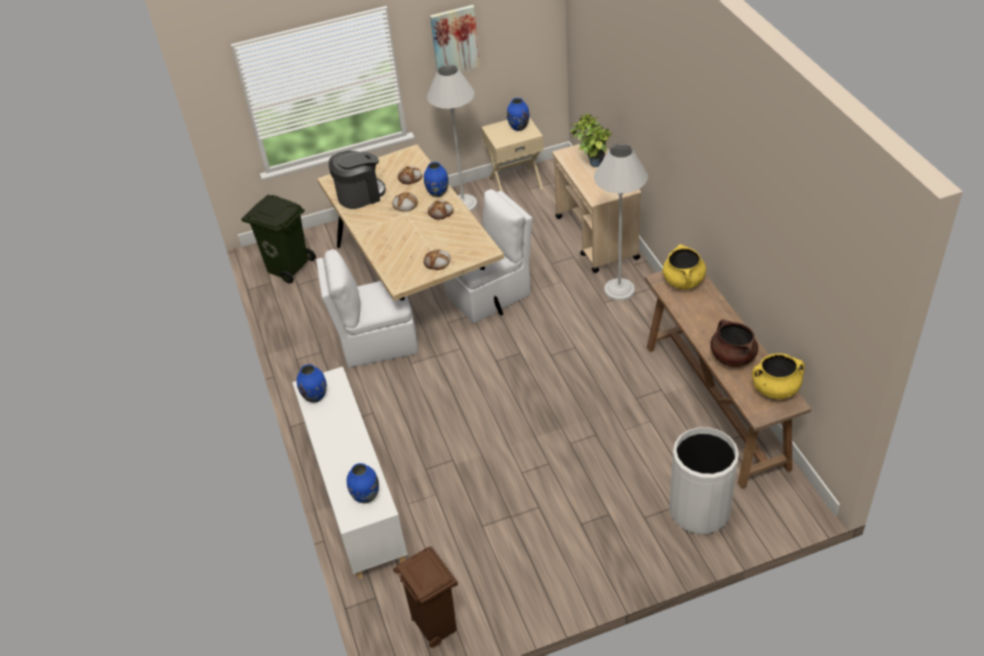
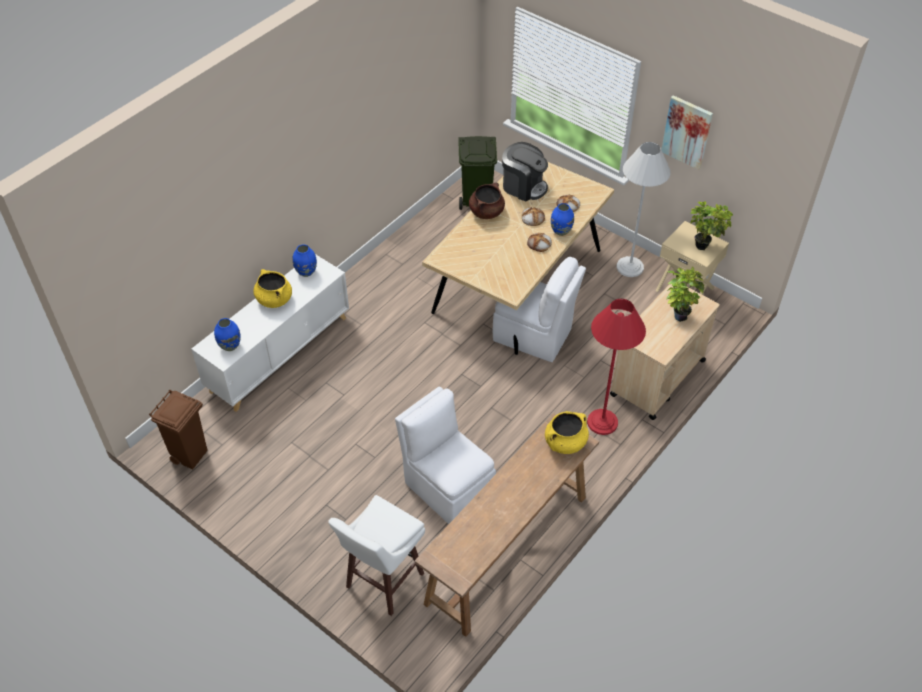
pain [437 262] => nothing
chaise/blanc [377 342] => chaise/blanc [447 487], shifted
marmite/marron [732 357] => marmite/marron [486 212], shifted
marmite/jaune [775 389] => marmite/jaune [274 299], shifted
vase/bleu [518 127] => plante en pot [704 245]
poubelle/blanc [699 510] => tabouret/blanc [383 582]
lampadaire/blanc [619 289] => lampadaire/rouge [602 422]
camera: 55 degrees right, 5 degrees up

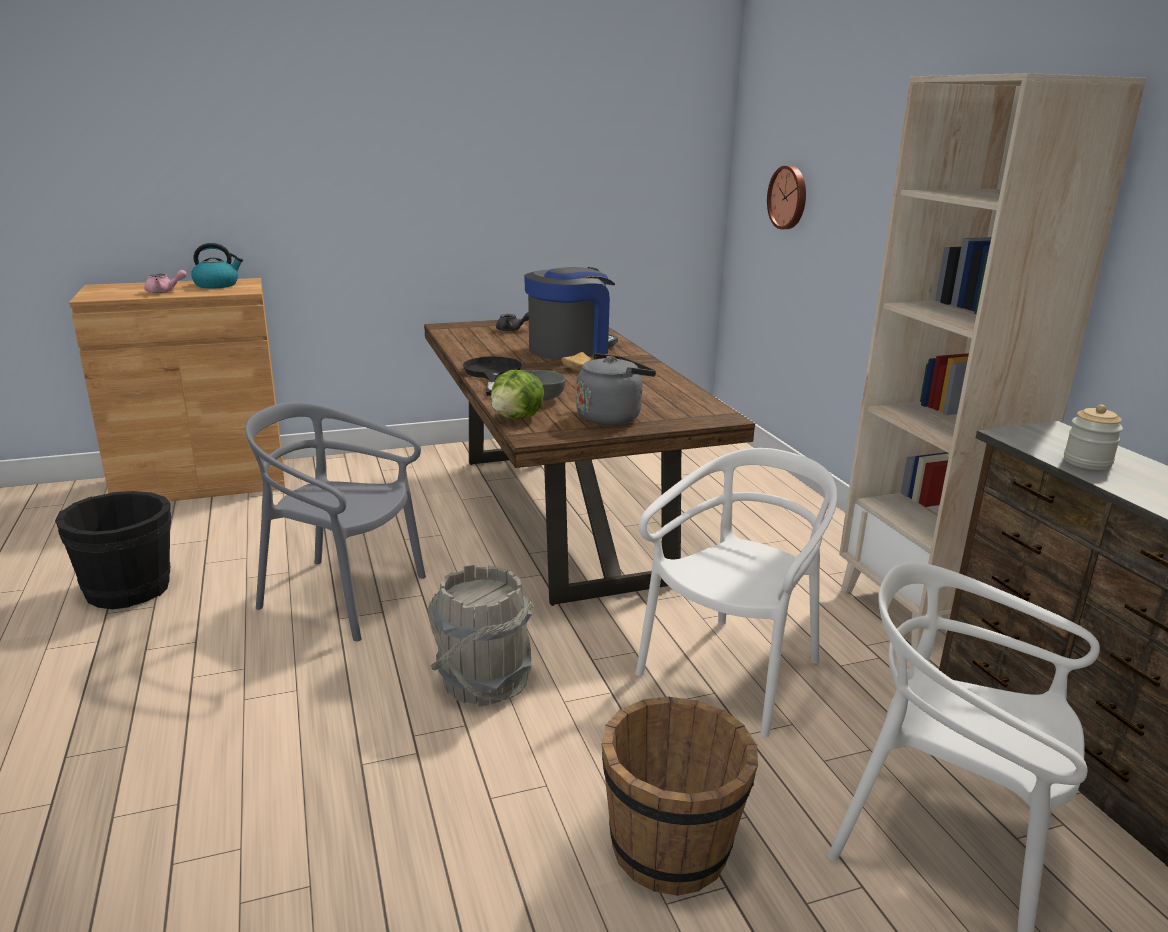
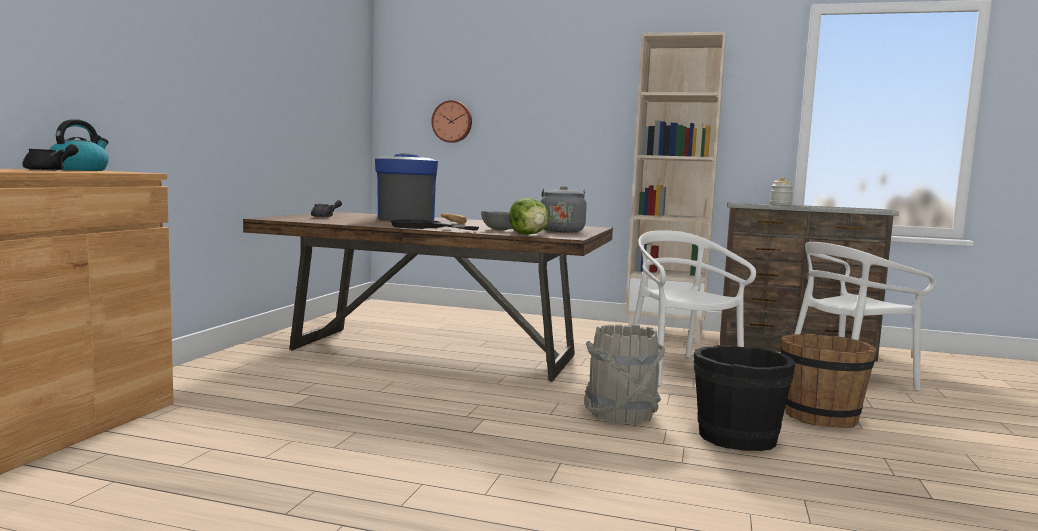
chaise/gris [342 596] => nothing
seau/noir [129 589] => seau/noir [736 438], shifted
théière/rose [164 291] => théière/noir [50 170]
camera: 55 degrees left, 15 degrees down

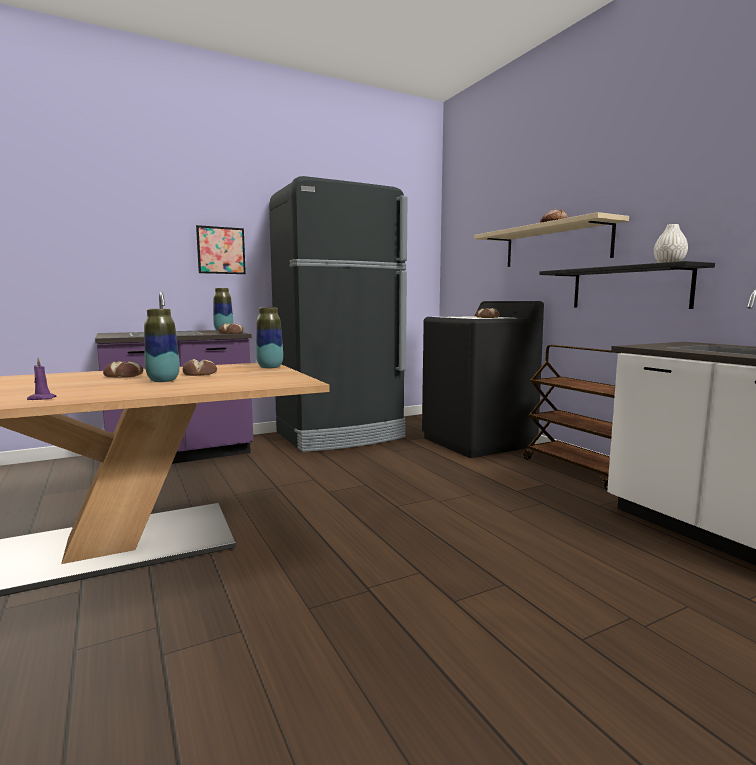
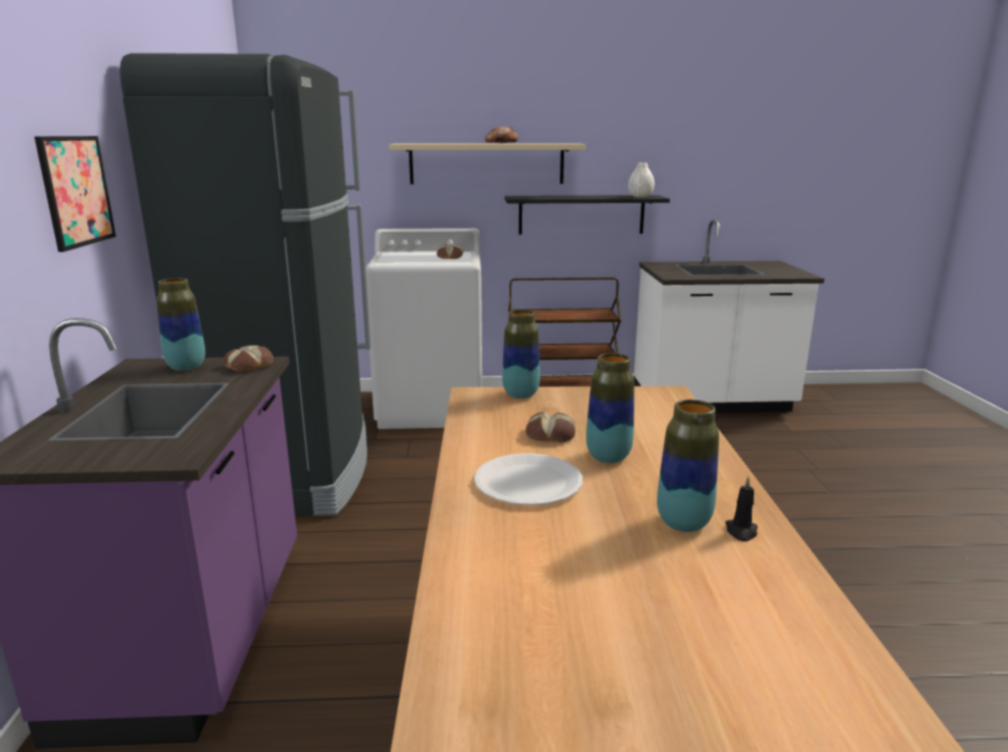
nothing => vase [683 523]
pain [124 375] => assiette/blanc [528 482]
bougie/violet [41 399] => bougie/noir [741 531]
lave-linge/noir [478 442] => lave-linge/blanc [432 408]
camera: 65 degrees left, 10 degrees up

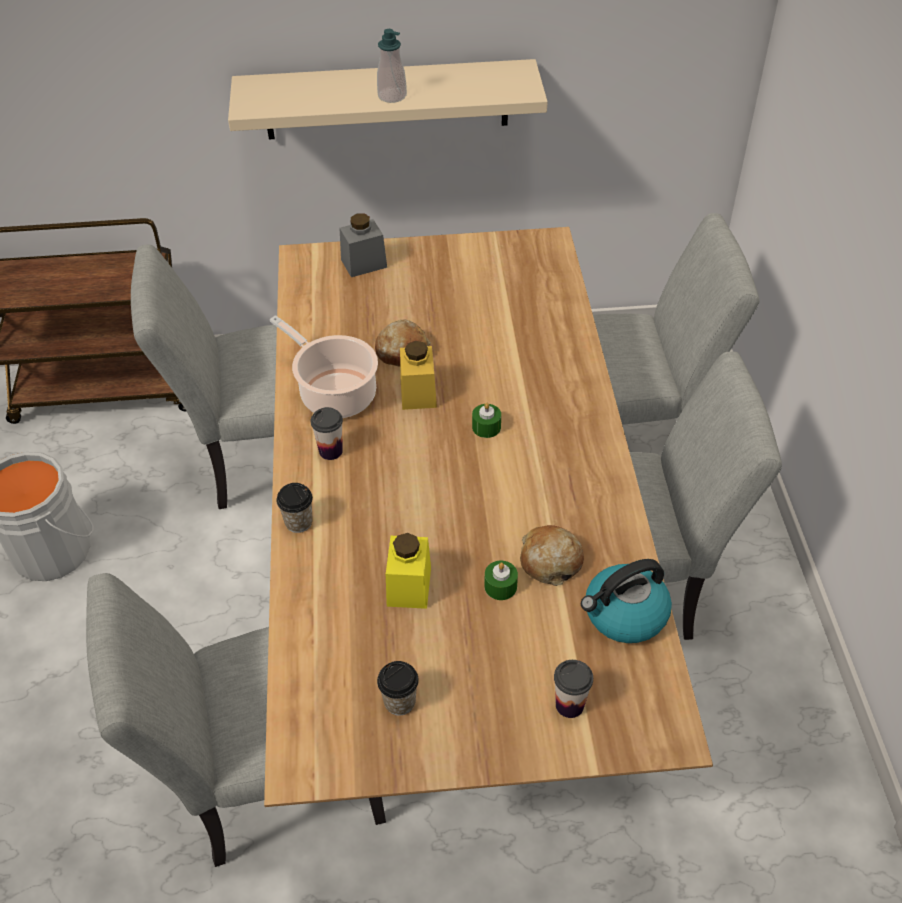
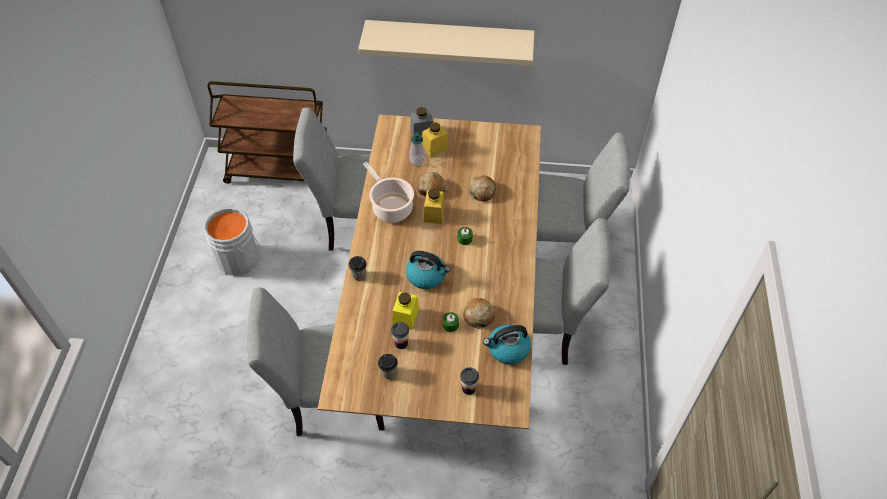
nothing => bouilloire [427 276]
nothing => bocal/jaune [435 148]
nothing => pain [482 191]
tasse [330 451] => tasse [401 343], shifted
distributeur de savon [392 96] => distributeur de savon [417 160], shifted
camera: 10 degrees right, 5 degrees up

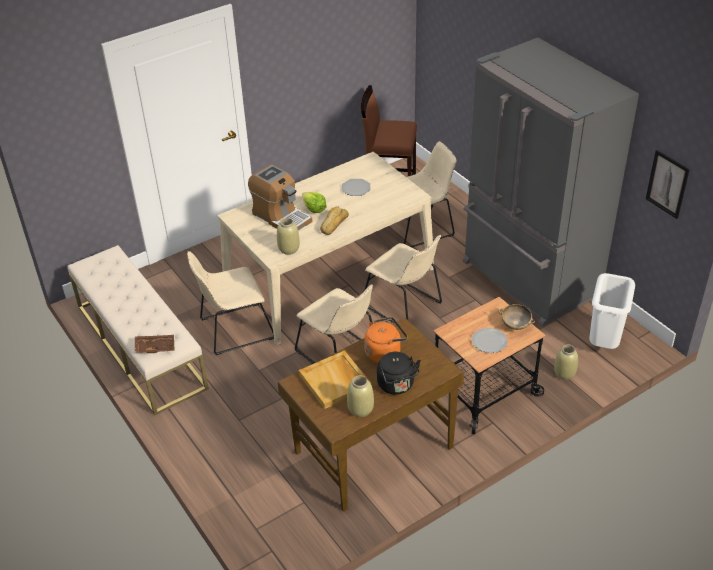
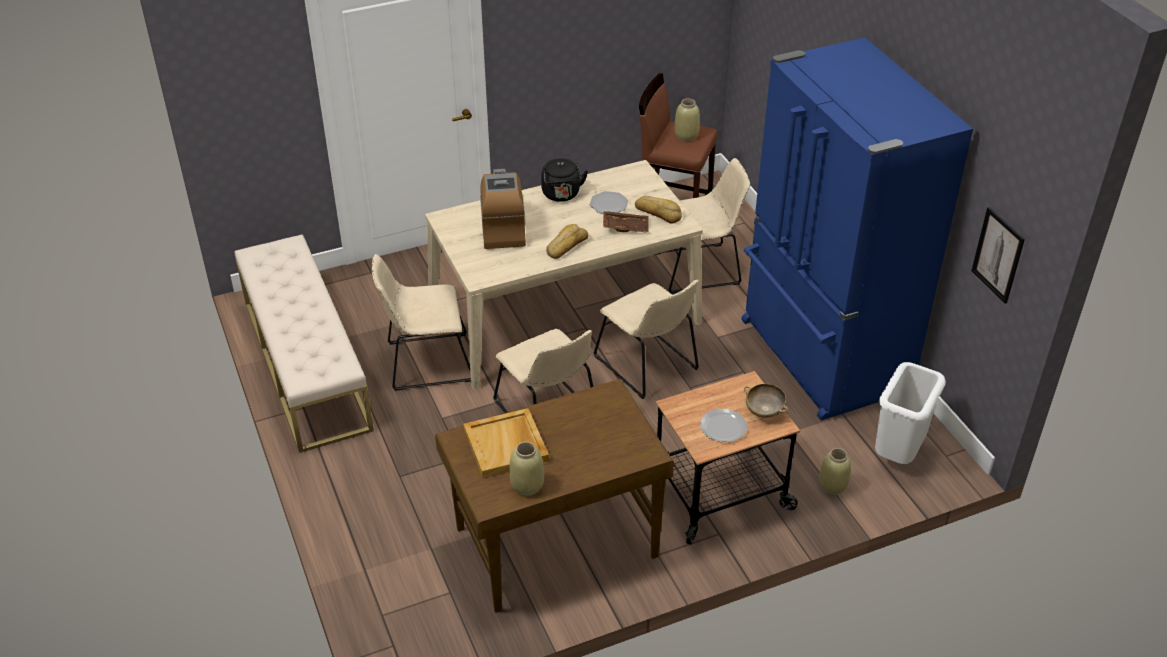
laitue [314 208] => nothing
bouilloire/orange [384 352] => nothing
nothing => pain [658 212]
plateau/marron [155 347] => plateau/marron [625 226], shifted
vase/beige [288 249] => vase/beige [686 135], shifted
bouilloire/noir [397 385] => bouilloire/noir [561 195], shifted
réfrigérateur/gris [528 280] => réfrigérateur/bleu [820 356]
machine à café [281 217] => machine à café [502 228], 150 degrees counterclockwise
camera: 10 degrees right, 0 degrees up

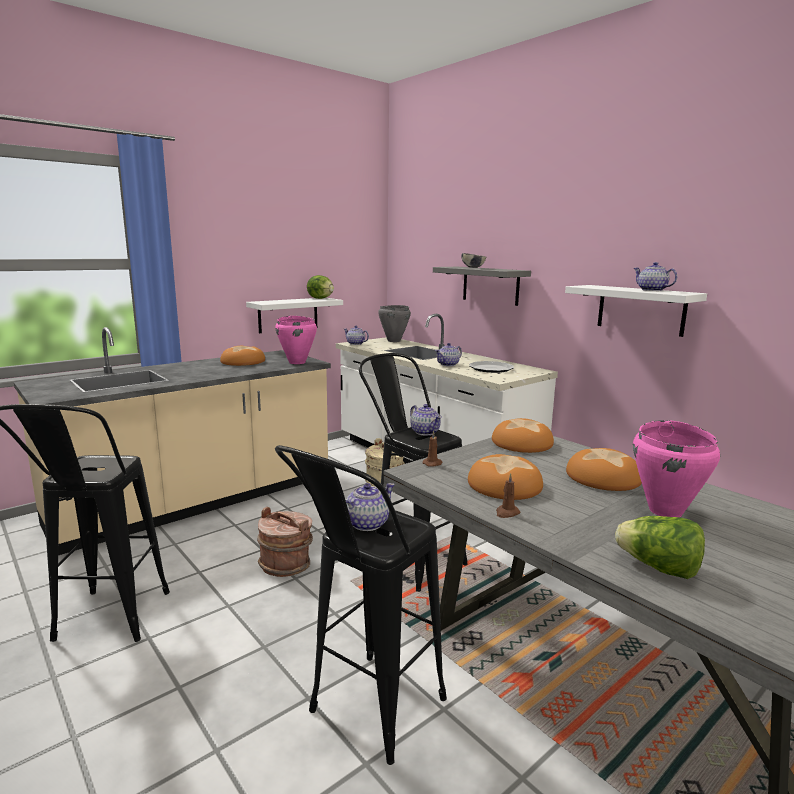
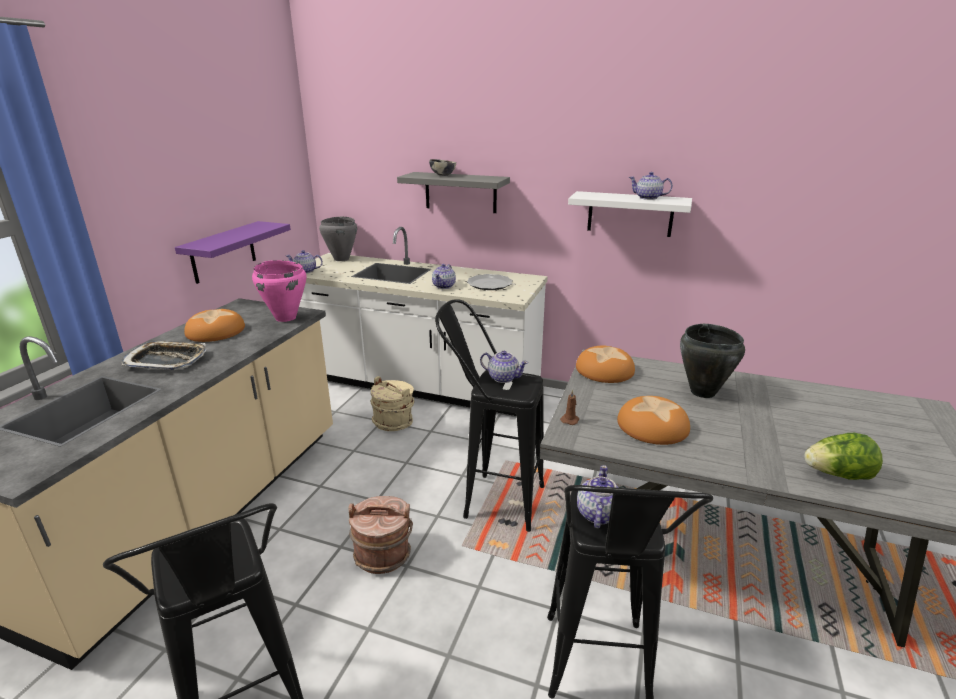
laitue [321 298] => nothing
bougie/marron [507 513] => nothing
marmite/rose [666 511] => nothing
nothing => plateau [167 360]
pain [602 477] => marmite/noir [702 392]
étagère/blanc [288 315] => étagère/violet [223 252]
camera: 30 degrees left, 10 degrees up

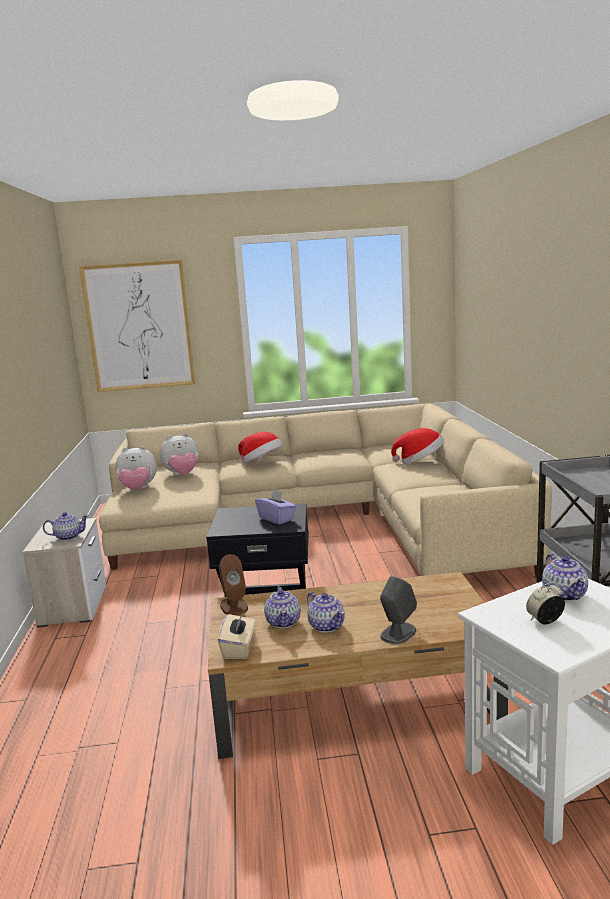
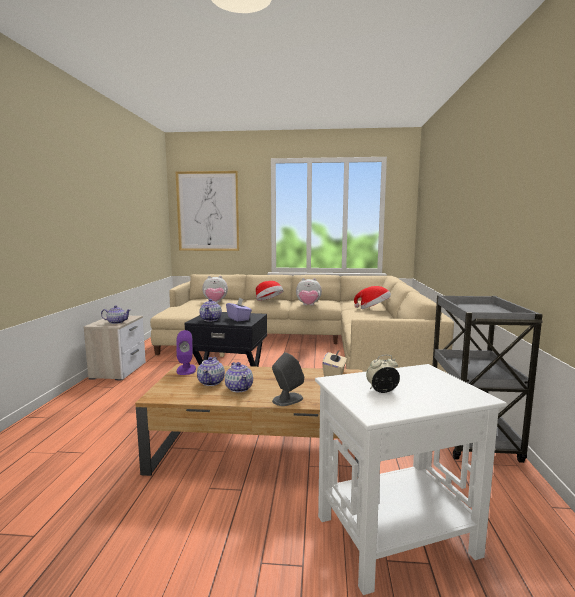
peluche [138 489] => peluche [308 305], shifted
boîte à mouchoirs/beige [239 649] => boîte à mouchoirs/beige [334 374], shifted
théière [564 594] => théière [211 319], shifted
enceinte/marron [233 606] => enceinte/violet [186 370]
camera: 10 degrees right, 5 degrees down

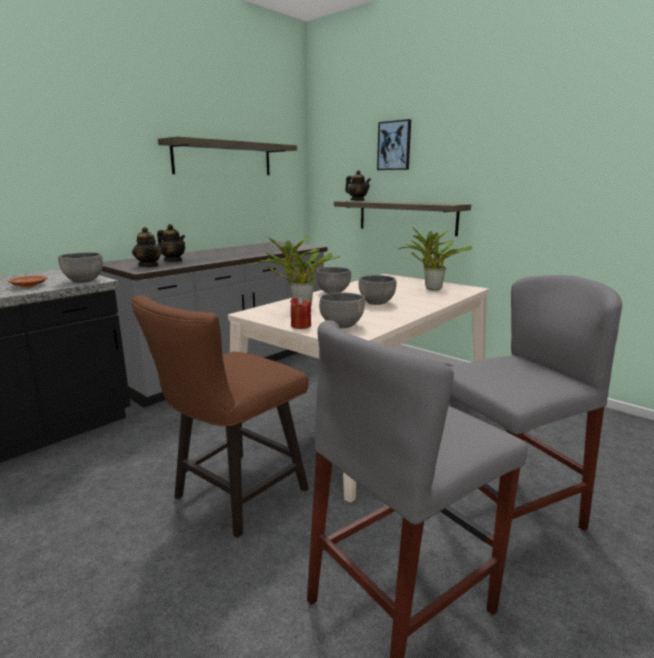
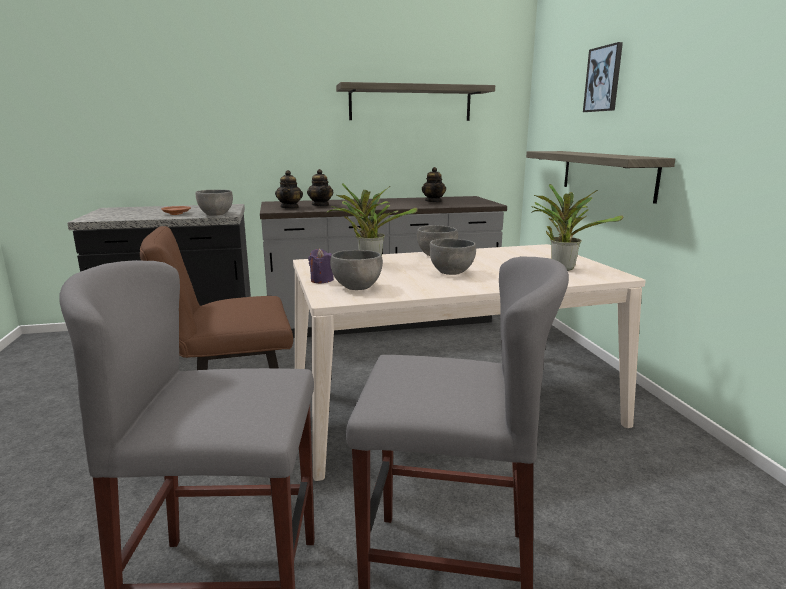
théière [357 200] => théière [433 201], shifted
bougie/rouge [301 326] => bougie/violet [321 280]
camera: 35 degrees right, 0 degrees up

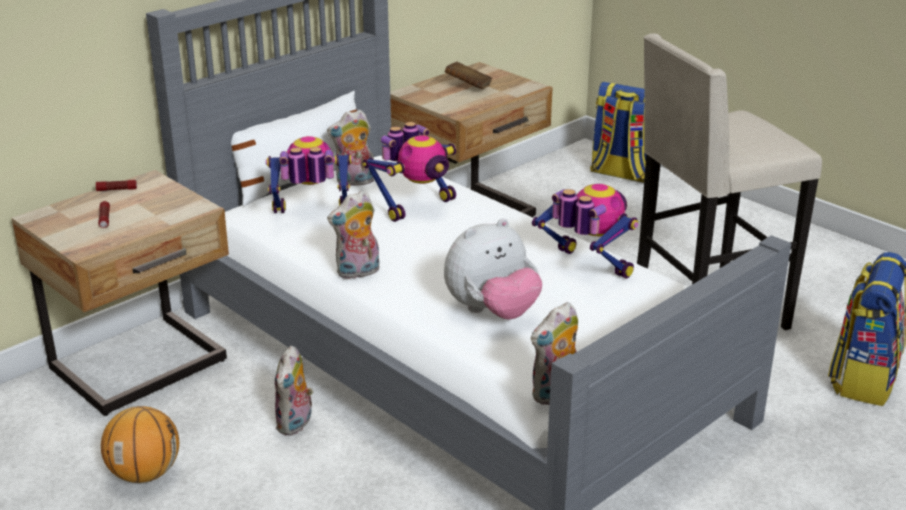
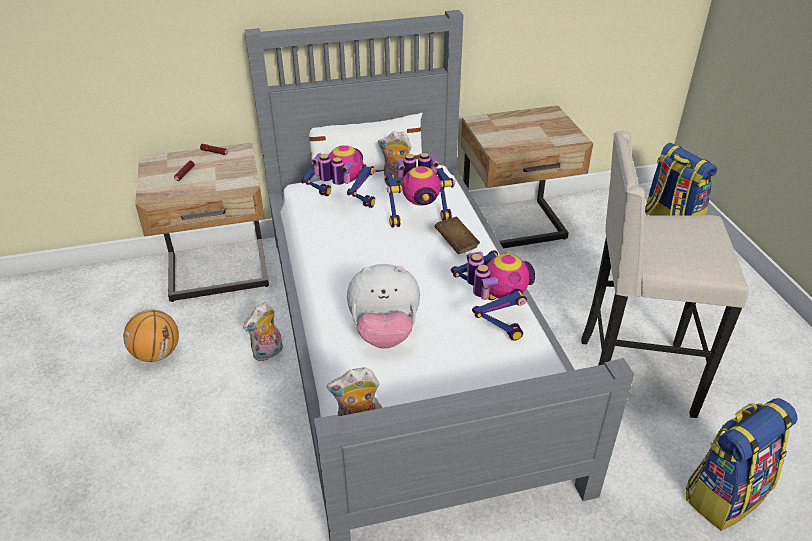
peluche [358 273] => nothing
livre/marron [468 86] => livre/marron [456 244], shifted
camera: 30 degrees right, 10 degrees up

